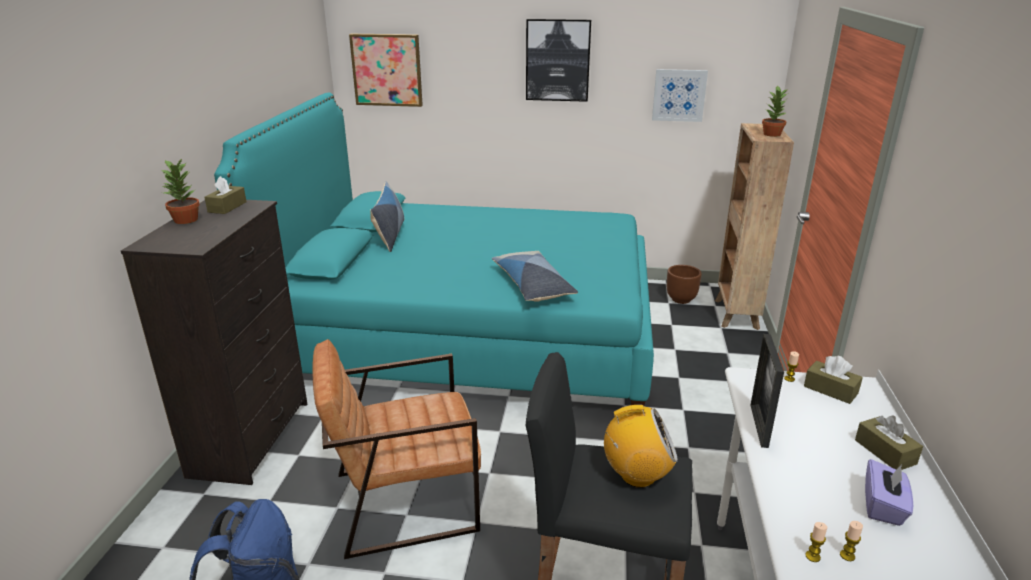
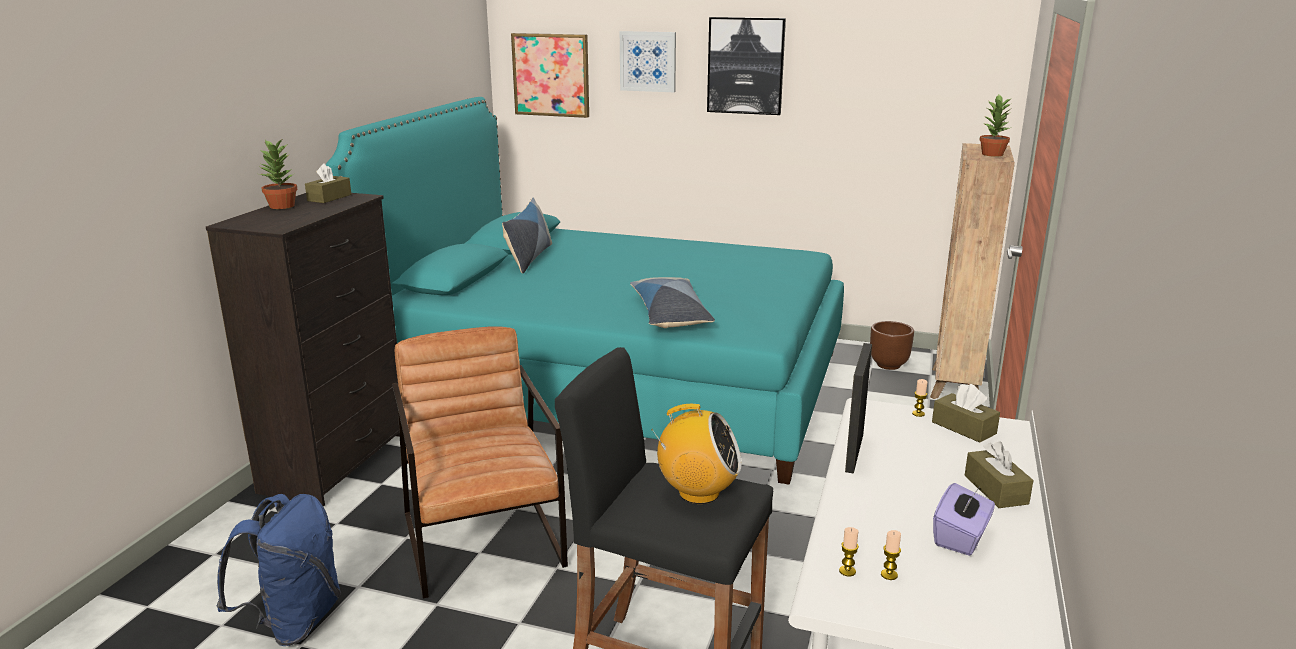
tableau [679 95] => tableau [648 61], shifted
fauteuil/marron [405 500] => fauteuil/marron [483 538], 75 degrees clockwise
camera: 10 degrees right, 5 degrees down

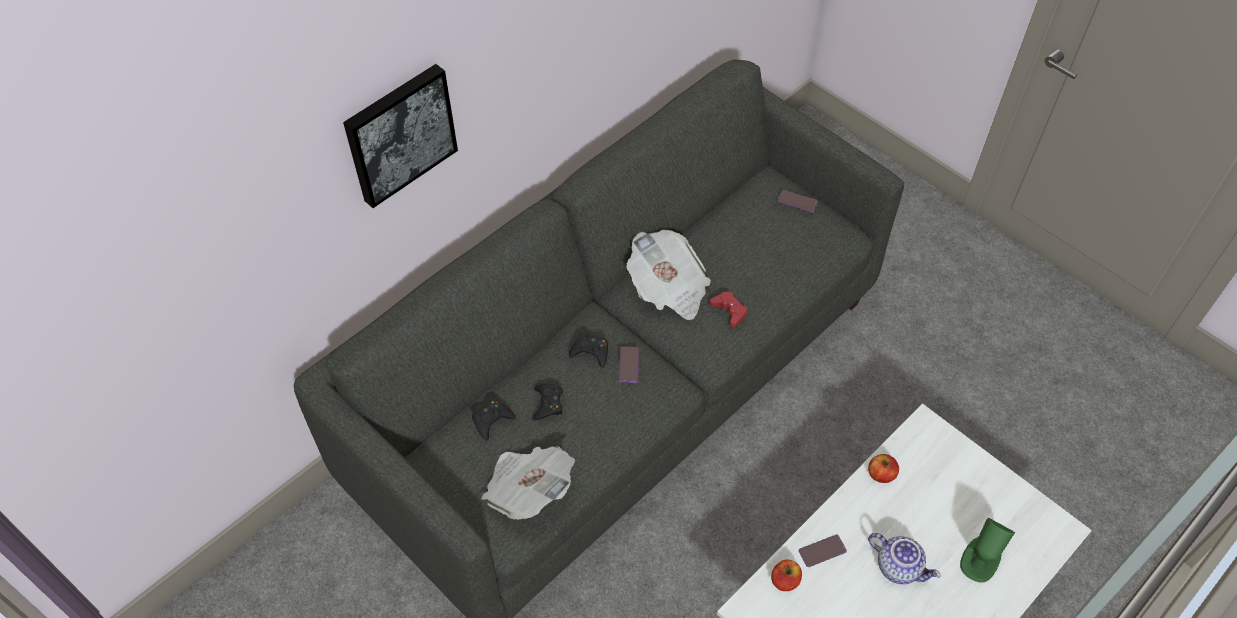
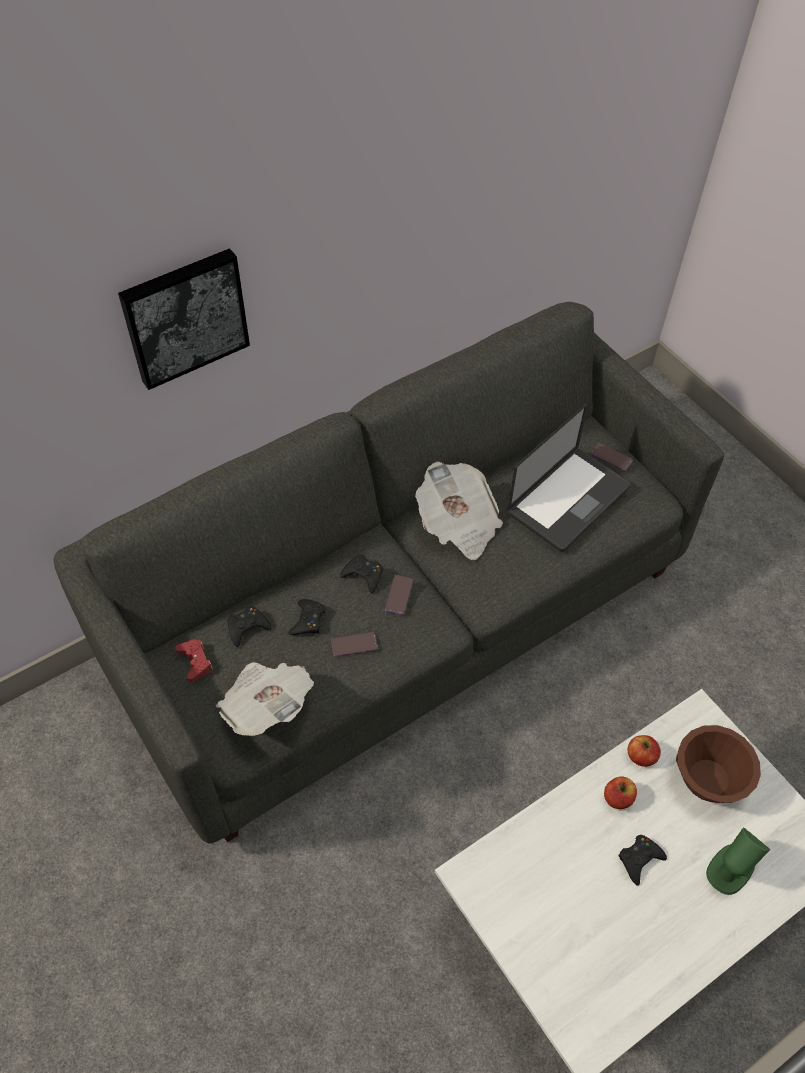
nothing => ordinateur portable [568 500]
nothing => bol/marron [706 781]
manette/rouge [729 311] => manette/rouge [195 662], shifted
pomme [785 581] => pomme [618 798], shifted
téléphone [822 551] => téléphone [354 644], shifted
théière [899 566] => manette/noir [639 859]
camera: 10 degrees right, 0 degrees up

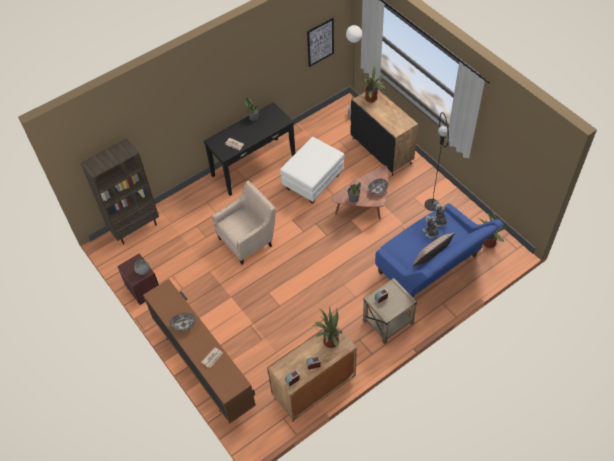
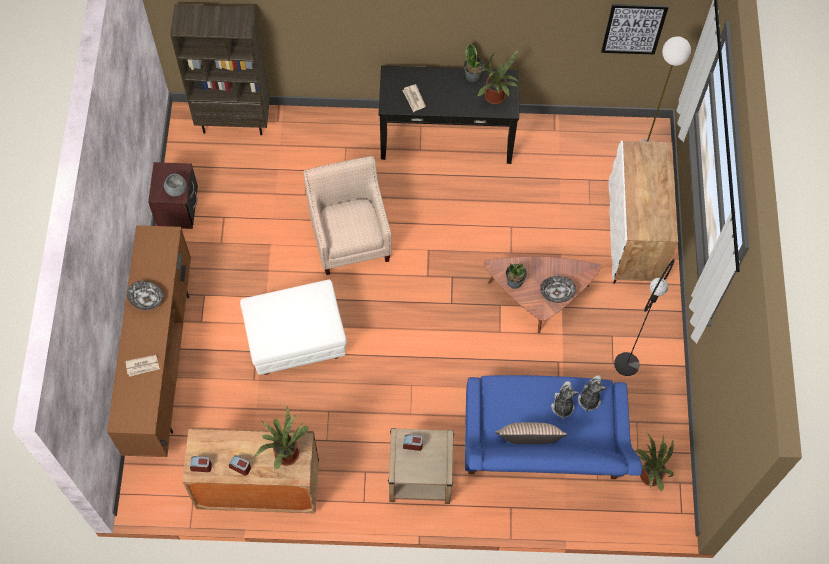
pouf/blanc [313 182] => pouf/blanc [296 342], shifted
plante en pot [372 98] => plante en pot [496 98], shifted
meuble de rangement/noir [382 151] => meuble de rangement/blanc [633 237]
fauteuil/beige [248 240] => fauteuil/beige [350 237], 105 degrees counterclockwise
camera: 35 degrees right, 10 degrees up

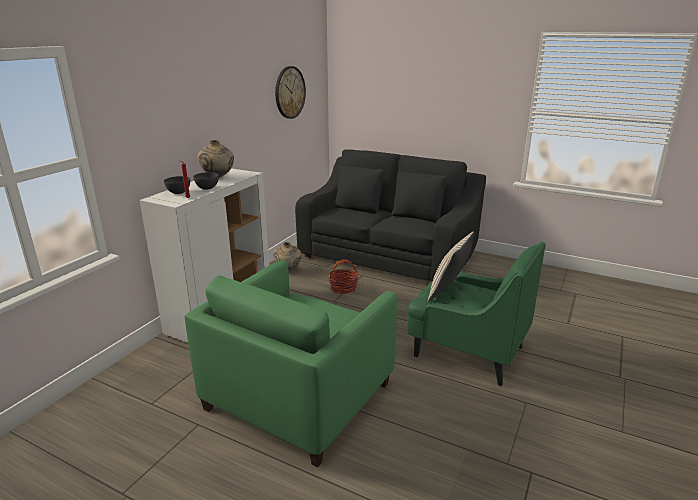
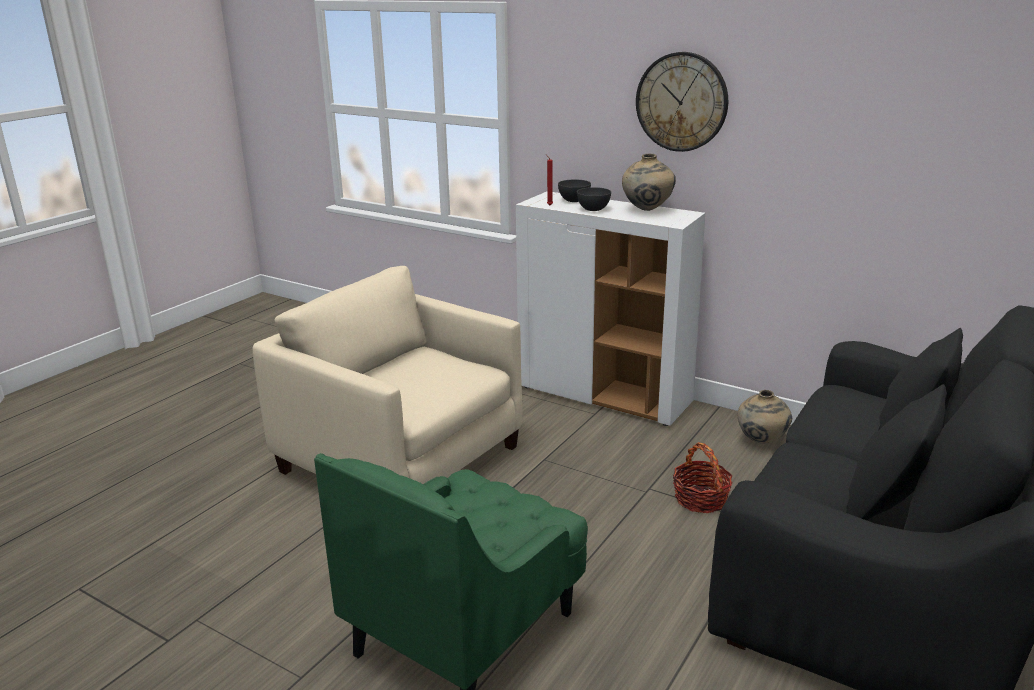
coussin/beige [449 290] => nothing
horloge murale [289 92] => horloge murale [681 102], shifted
fauteuil/vert [300 396] => fauteuil/beige [401 459]
camera: 95 degrees right, 0 degrees up

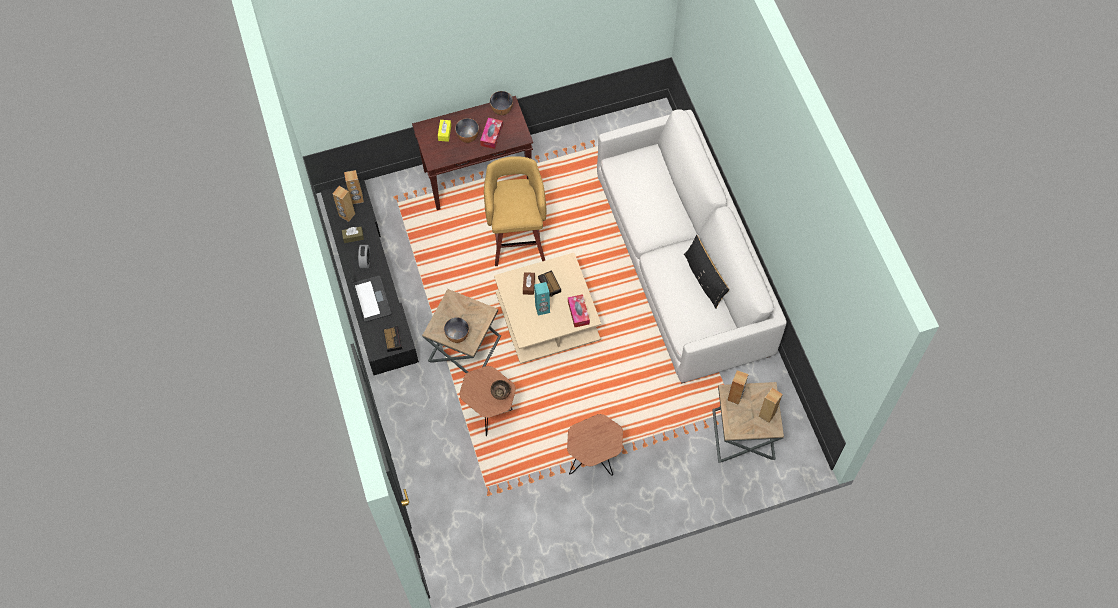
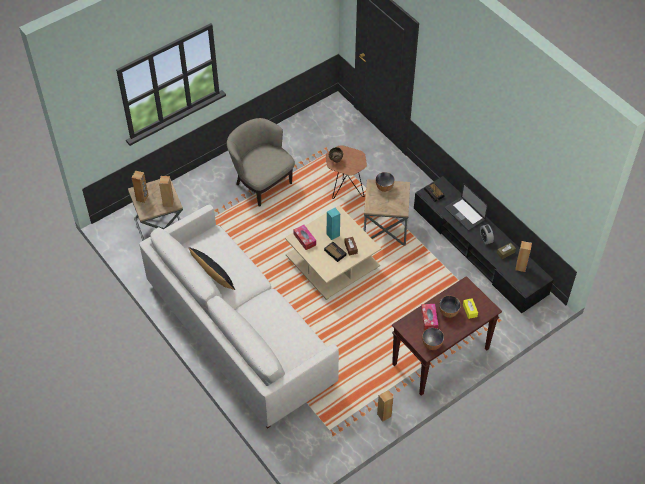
tabouret/jaune [518 239] => nothing
enceinte/marron [357 199] => enceinte/marron [384 415], shifted
table d'appoint/marron [594 463] => fauteuil/beige [261 183]
camera: 160 degrees right, 10 degrees down

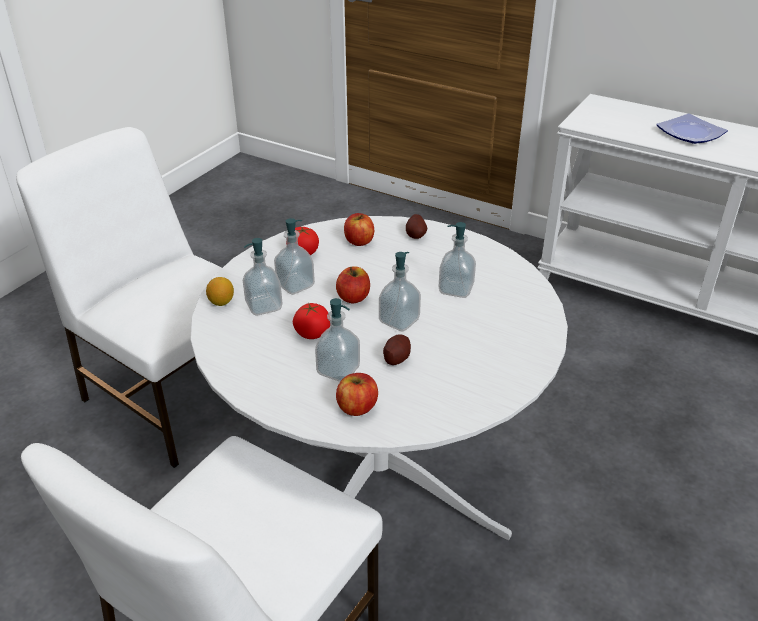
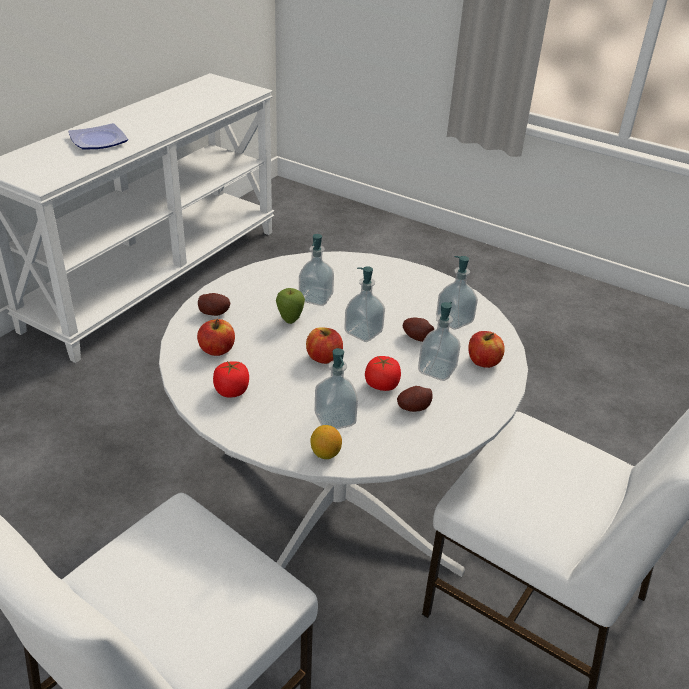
nothing => pomme [290 320]
nothing => pomme de terre [413 408]
distributeur de savon [295 285] => distributeur de savon [454 320], shifted
camera: 90 degrees left, 0 degrees up

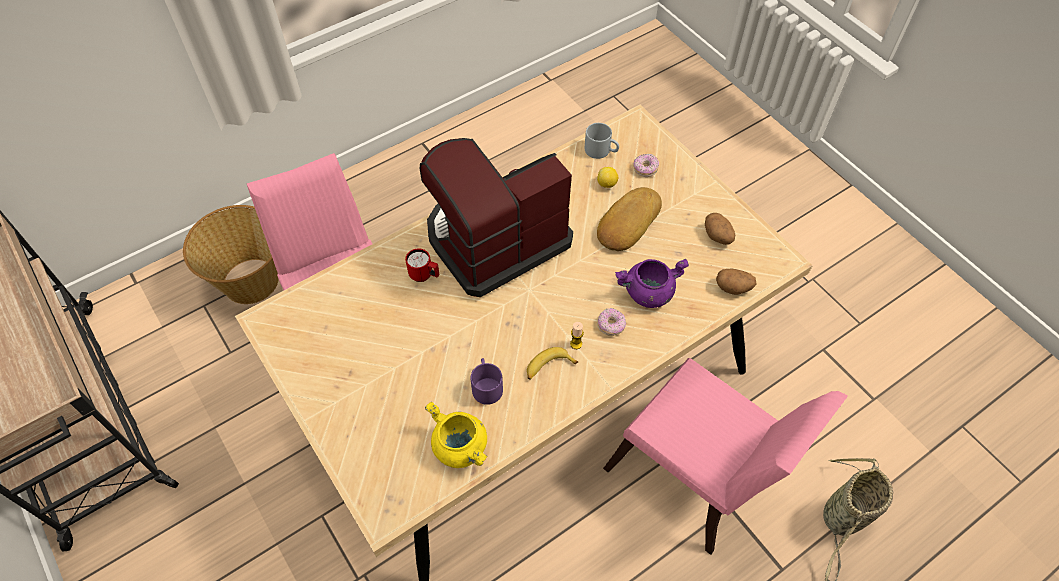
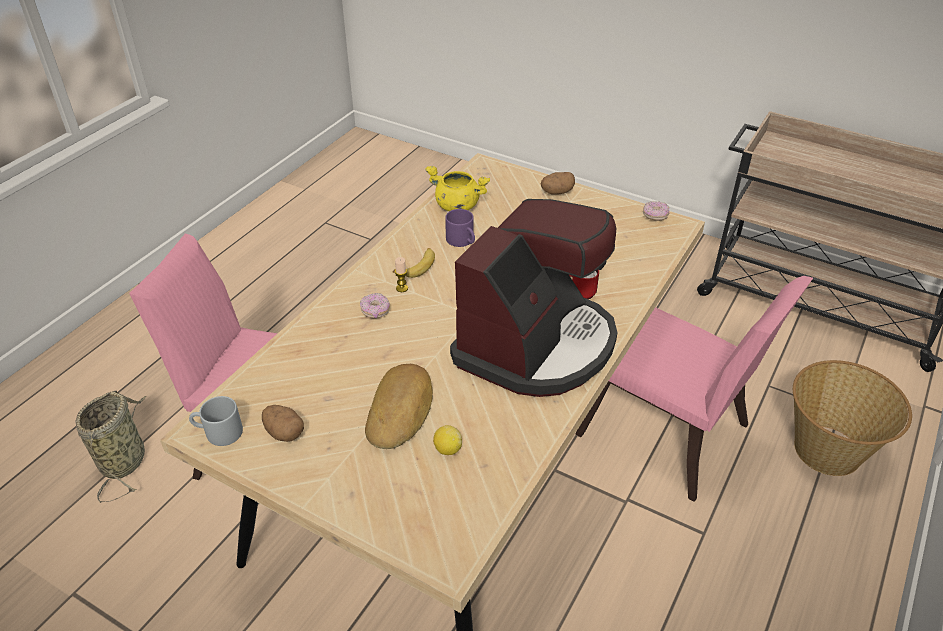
marmite/violet [648 293] => nothing
mug/gris [601 150] => mug/gris [218 433], shifted
beignet [645 169] => beignet [655 216], shifted
pomme de terre [733 288] => pomme de terre [557 192], shifted
camera: 155 degrees right, 15 degrees down

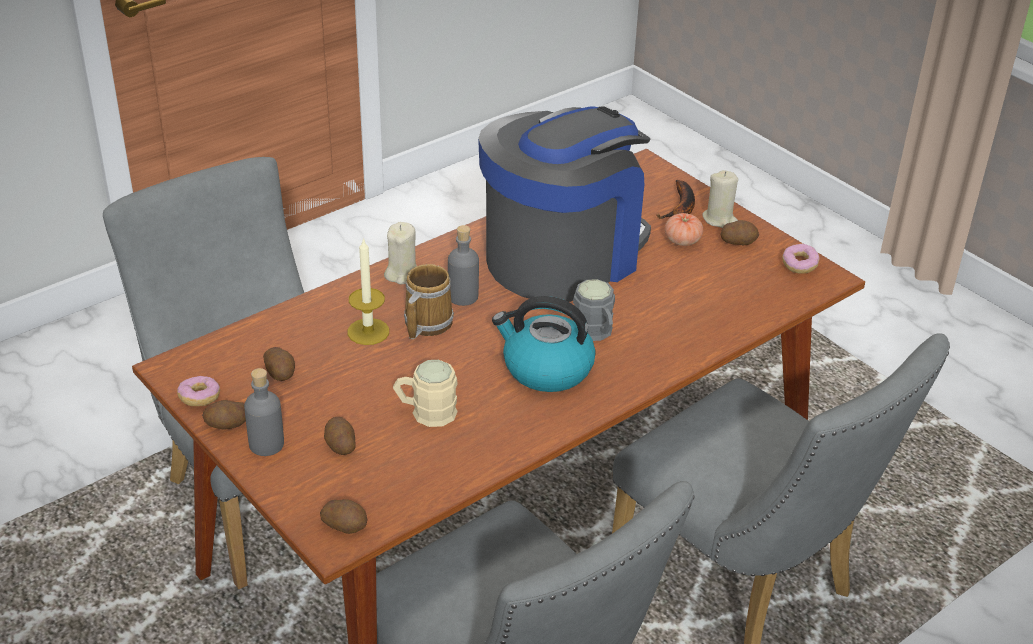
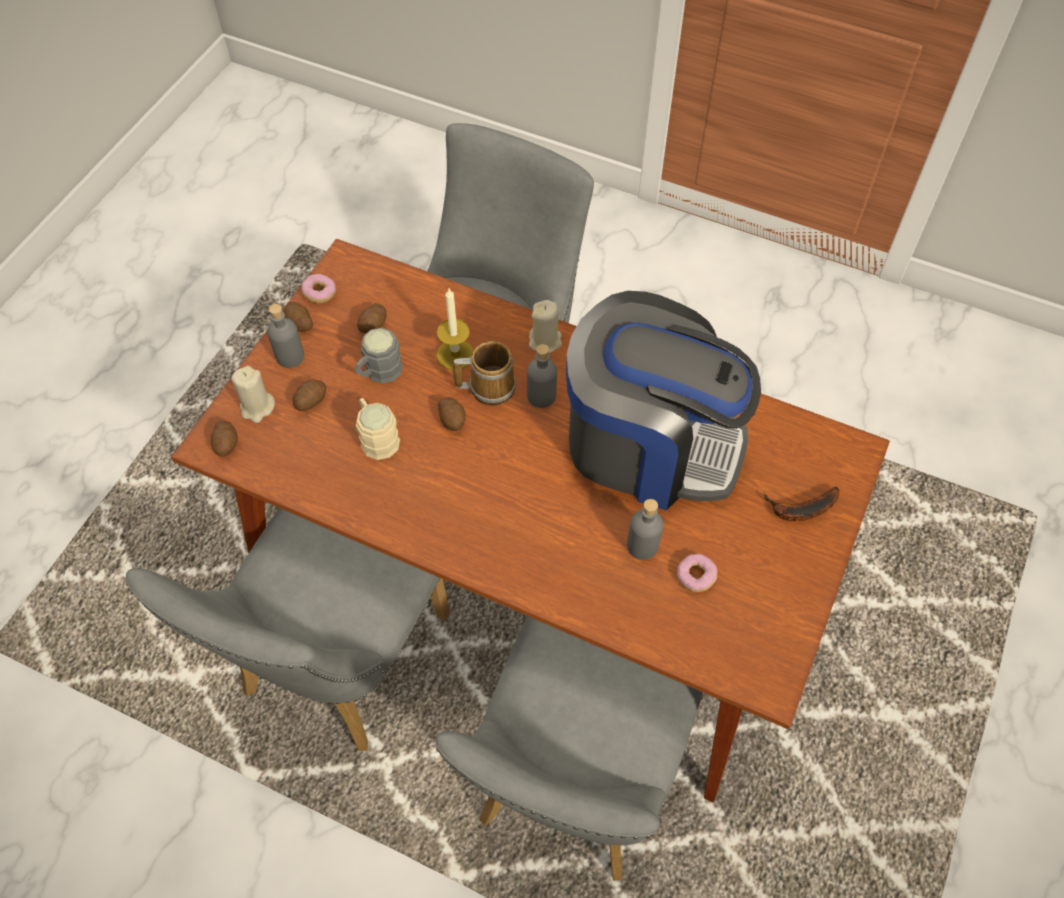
bouilloire [546 369] => nothing
tomate [682 240] => nothing
nothing => bouteille/gris [642 546]
mug/gris [595 333] => mug/gris [378 372], shifted
bougie/beige [719 219] => bougie/beige [257 407], shifted
pomme de terre [738 241] => pomme de terre [452 420], shifted
beignet [799 265] => beignet [695 577], shifted
camera: 65 degrees right, 20 degrees up

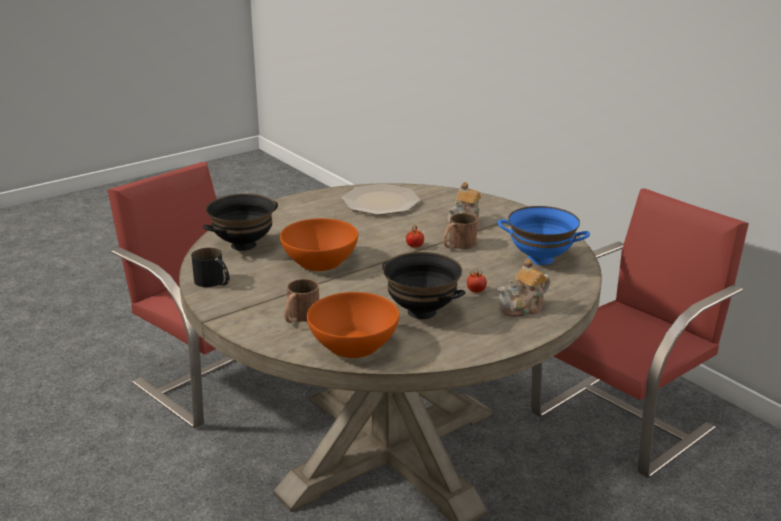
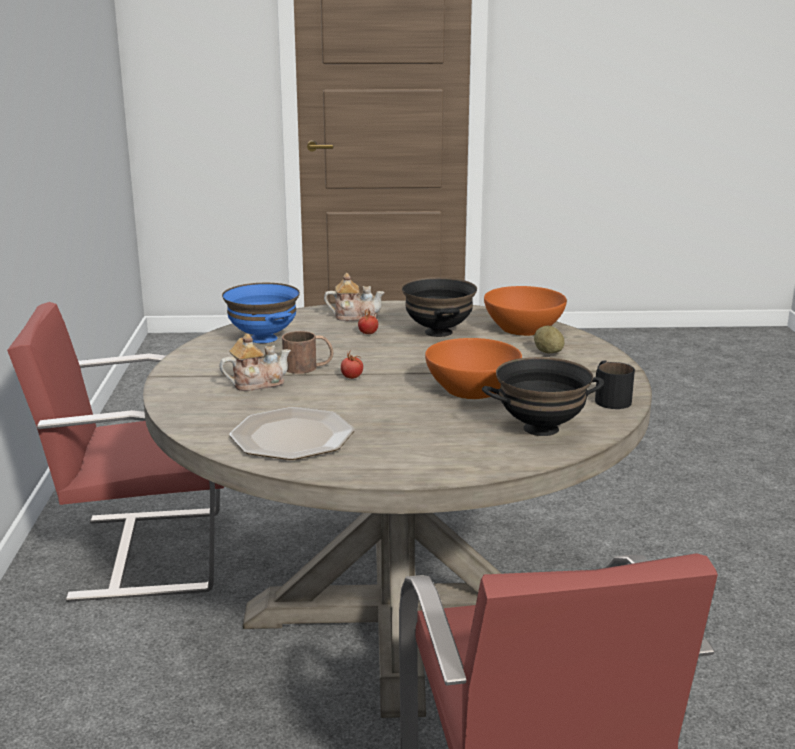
mug/marron [299 317] => pomme de terre [548 352]
camera: 145 degrees left, 5 degrees down

